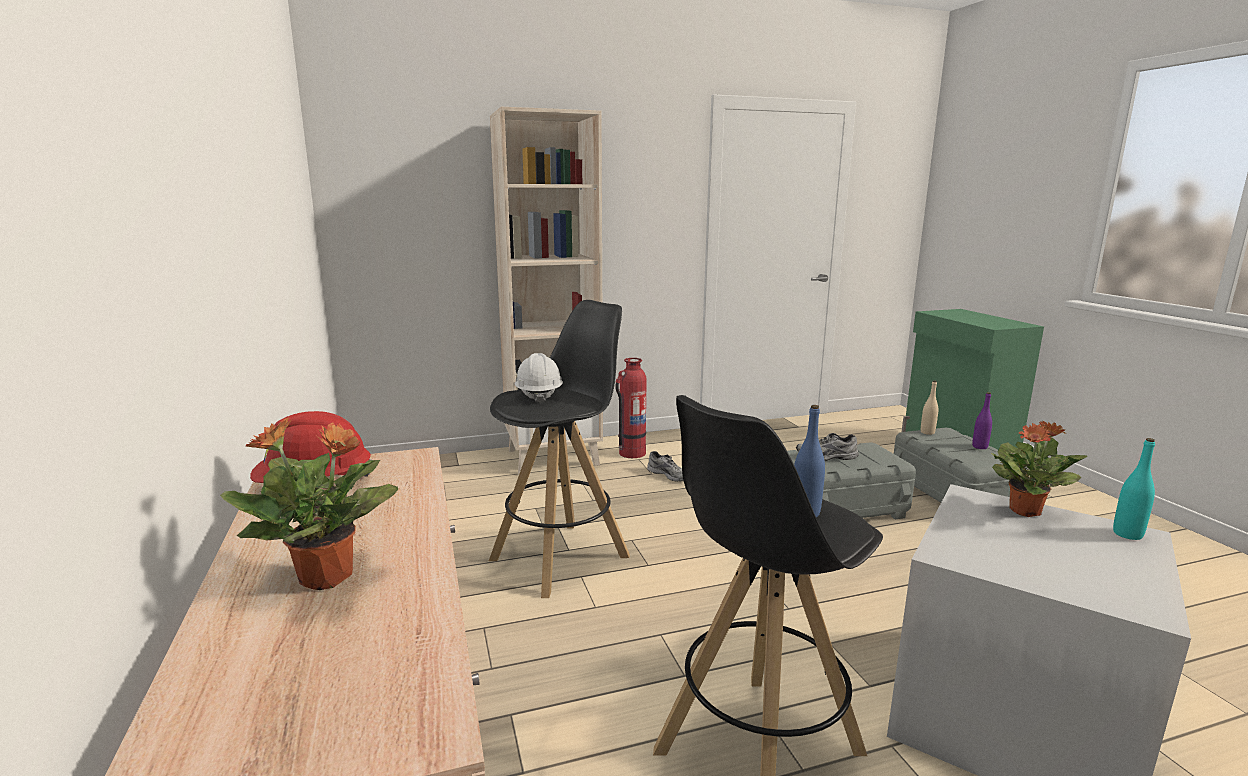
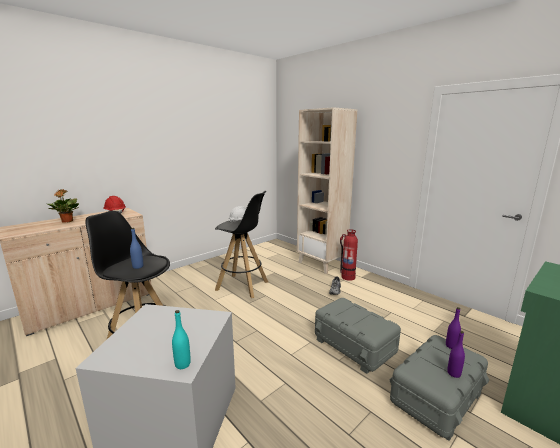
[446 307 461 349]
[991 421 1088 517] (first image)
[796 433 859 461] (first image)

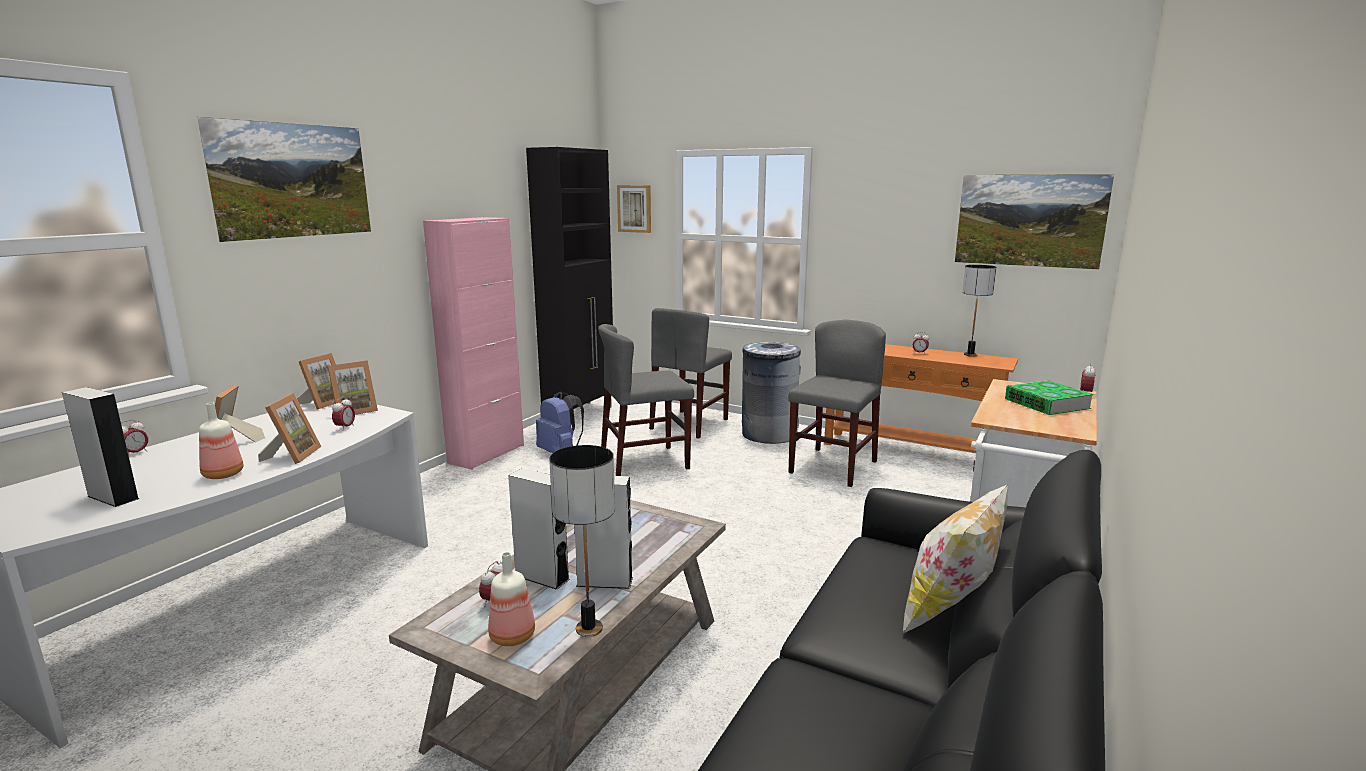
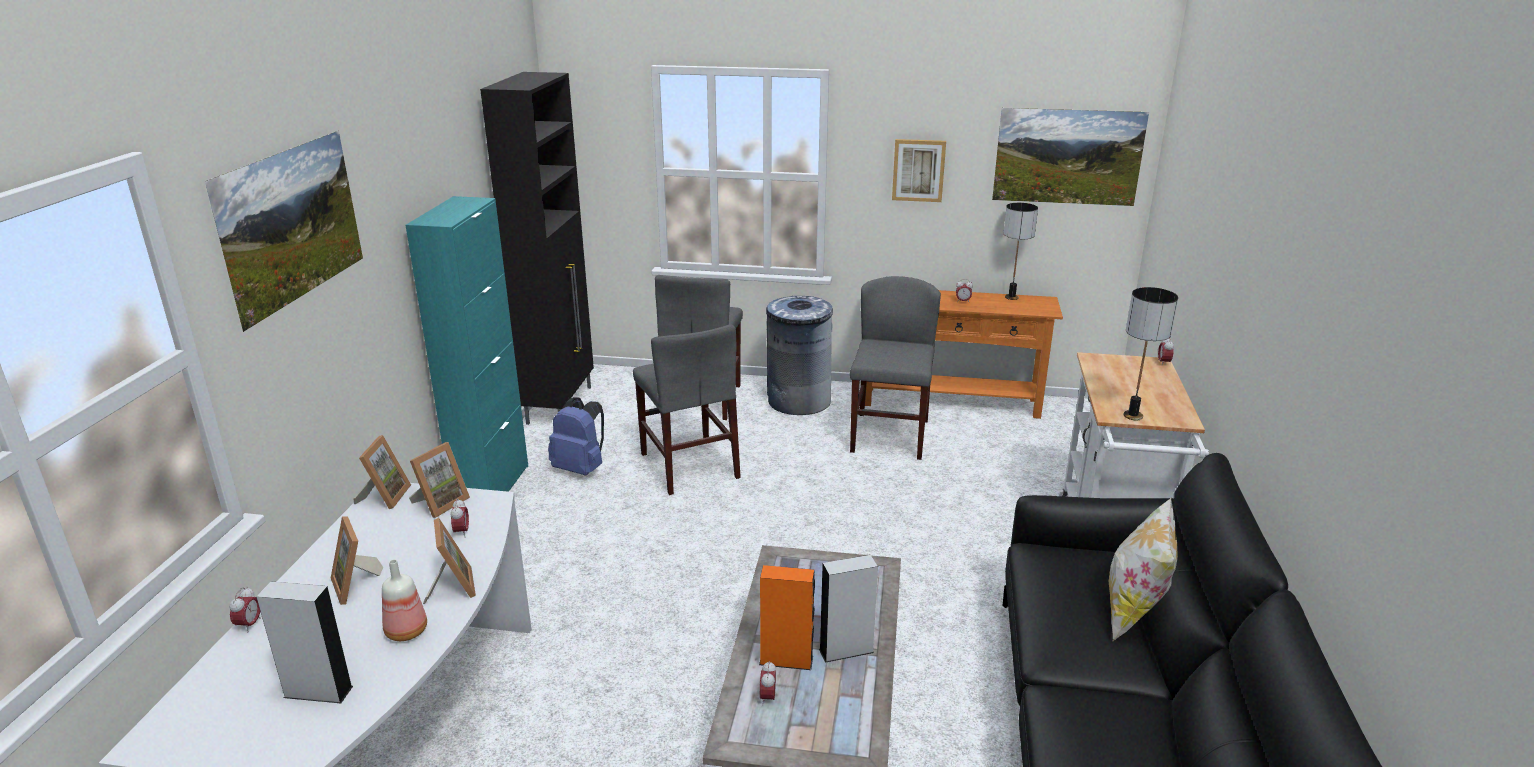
[892 139 946 202]
[406 196 528 492]
[633 324 741 495]
[1005 380 1094 415] (first image)
[1123 287 1178 420]
[759 565 815 670]
[488 552 535 646] (first image)

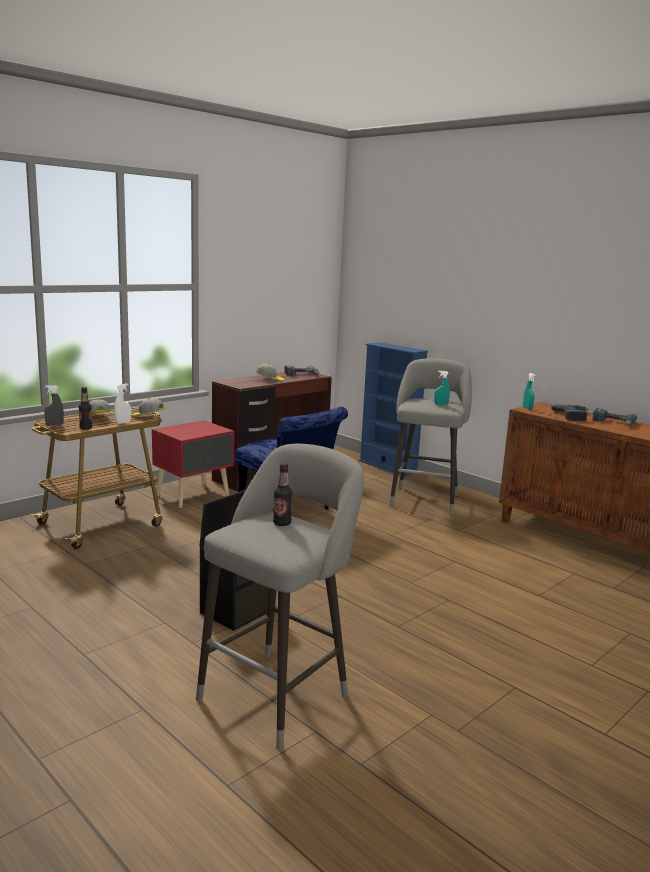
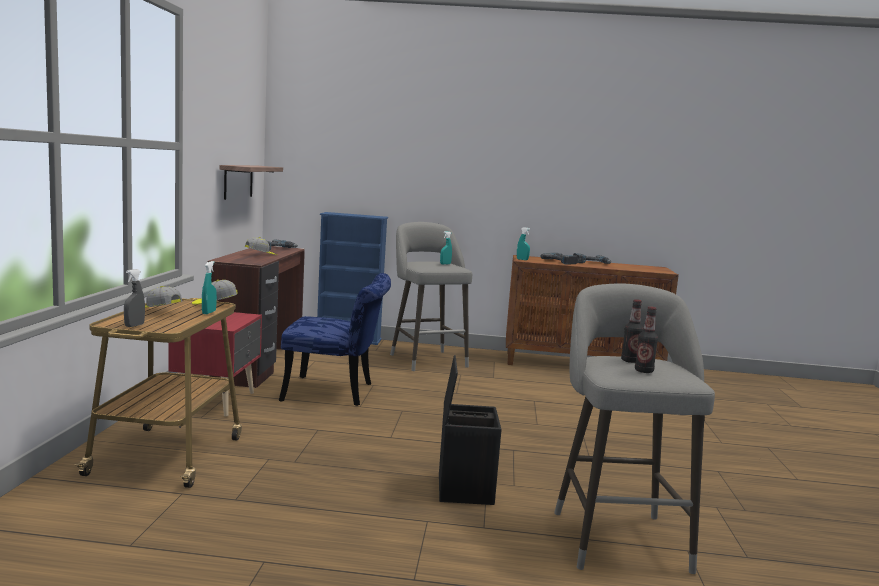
[202 261 217 314]
[635 307 658 373]
[219 165 283 200]

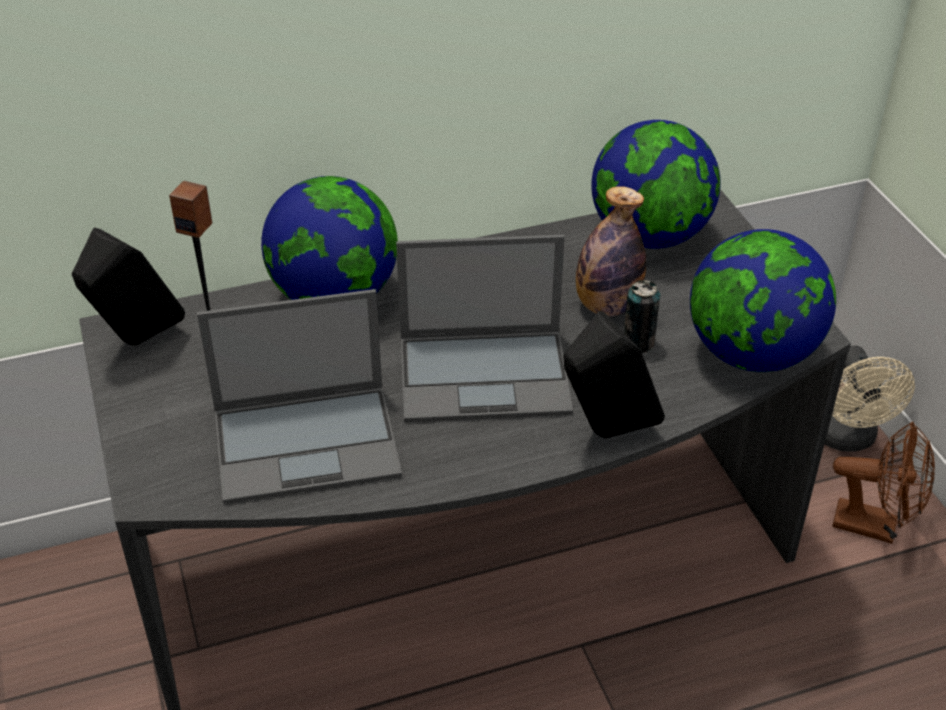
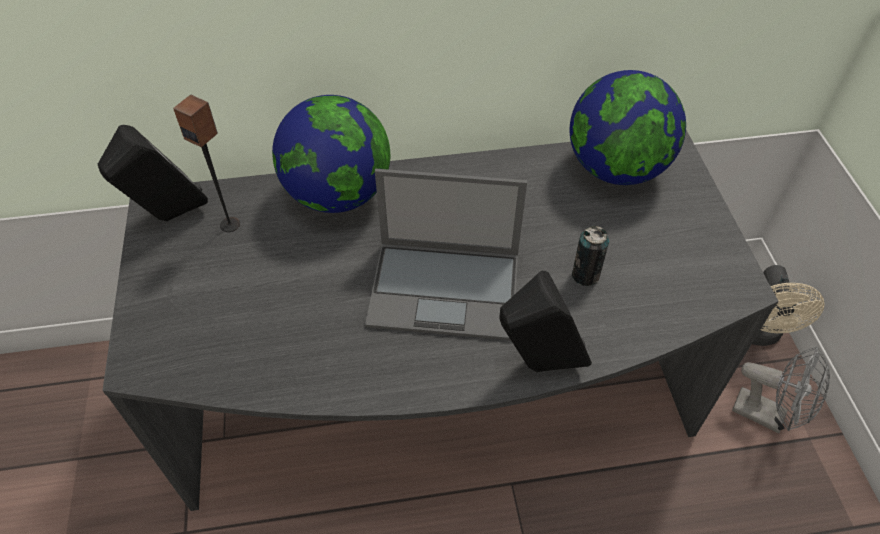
[576 186 646 316] (first image)
[690 229 836 372] (first image)
[197 289 402 504] (first image)
[732 346 830 433]

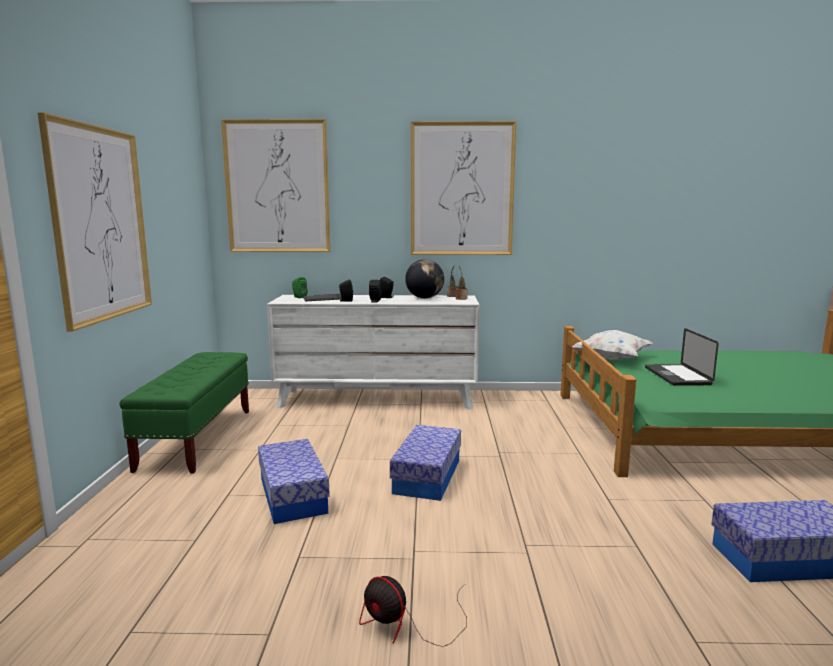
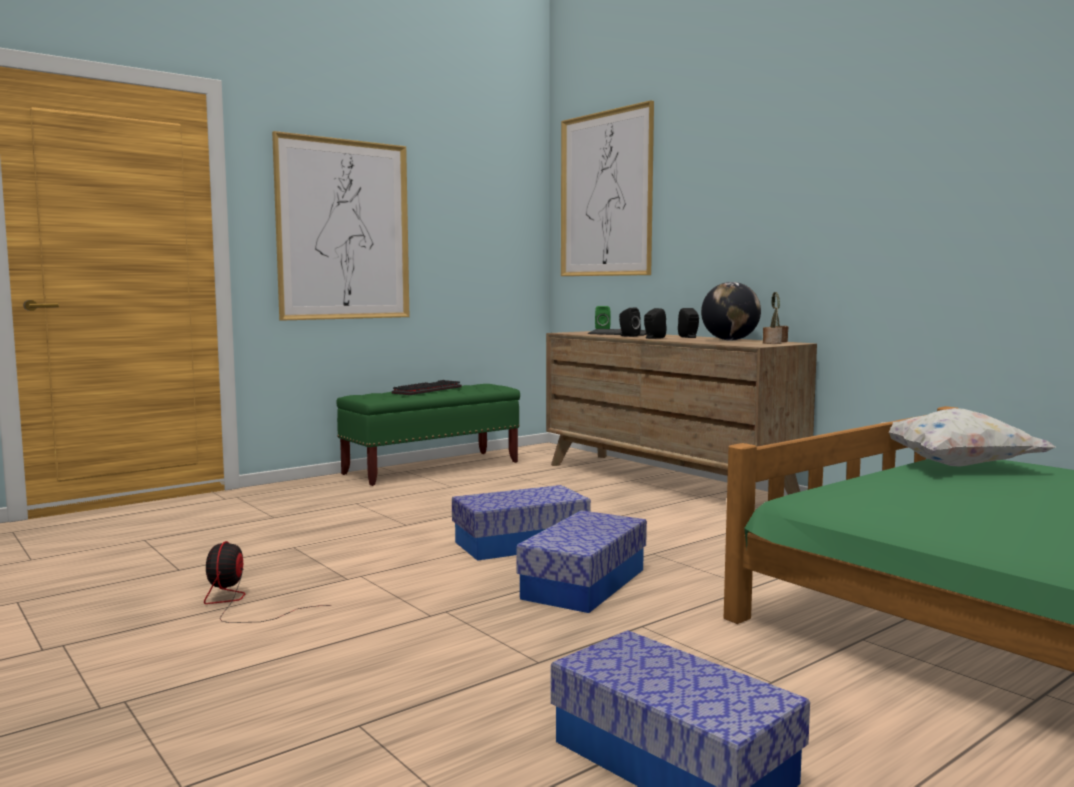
[411 121 517 255] (first image)
[546 331 817 495]
[645 328 719 386] (first image)
[516 510 647 613]
[392 380 461 395]

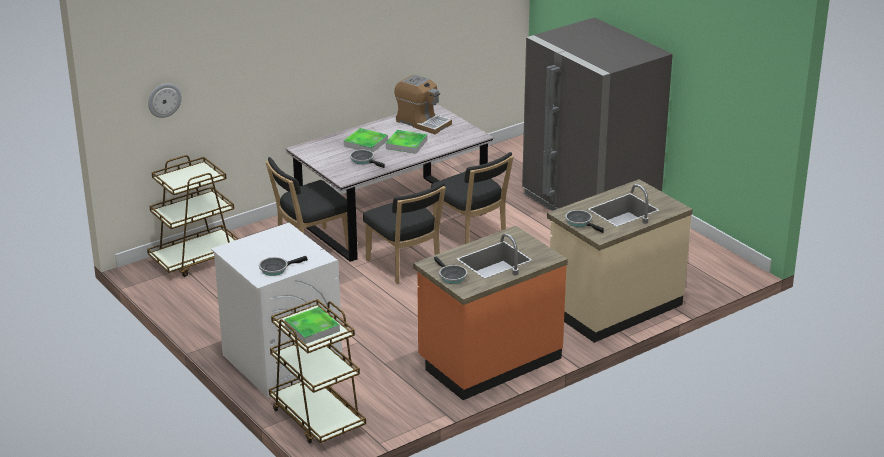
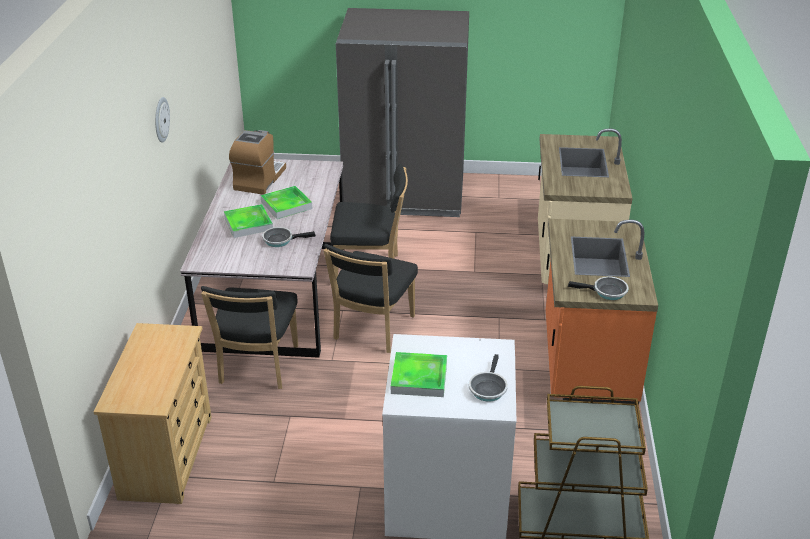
[229 130 286 195]
[155 97 170 143]
[94 323 212 504]
[323 244 418 353]
[565 210 604 233] (first image)
[391 352 447 397]

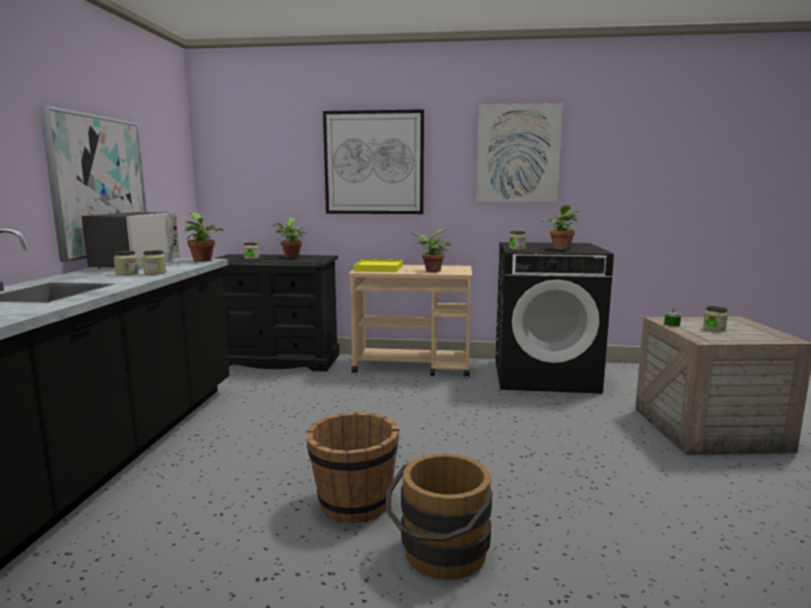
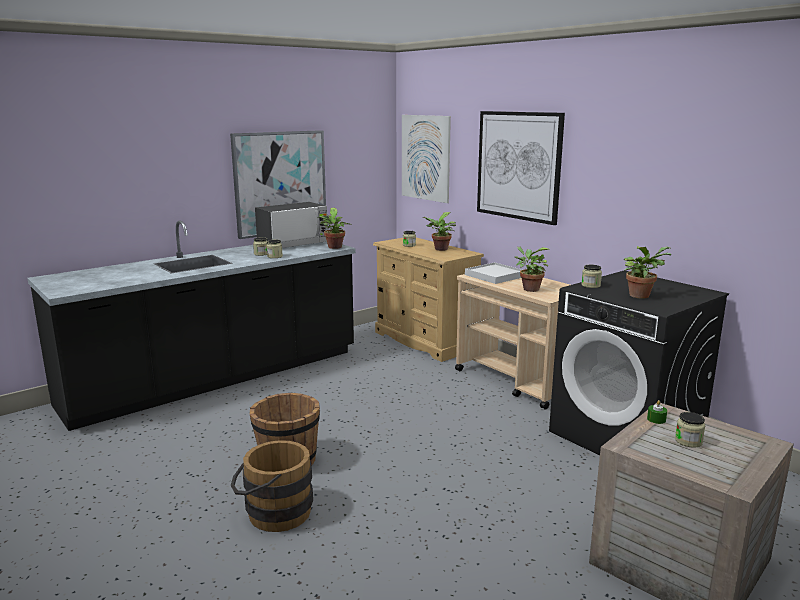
[402 115 451 203]
[373 238 484 362]
[465 262 522 284]

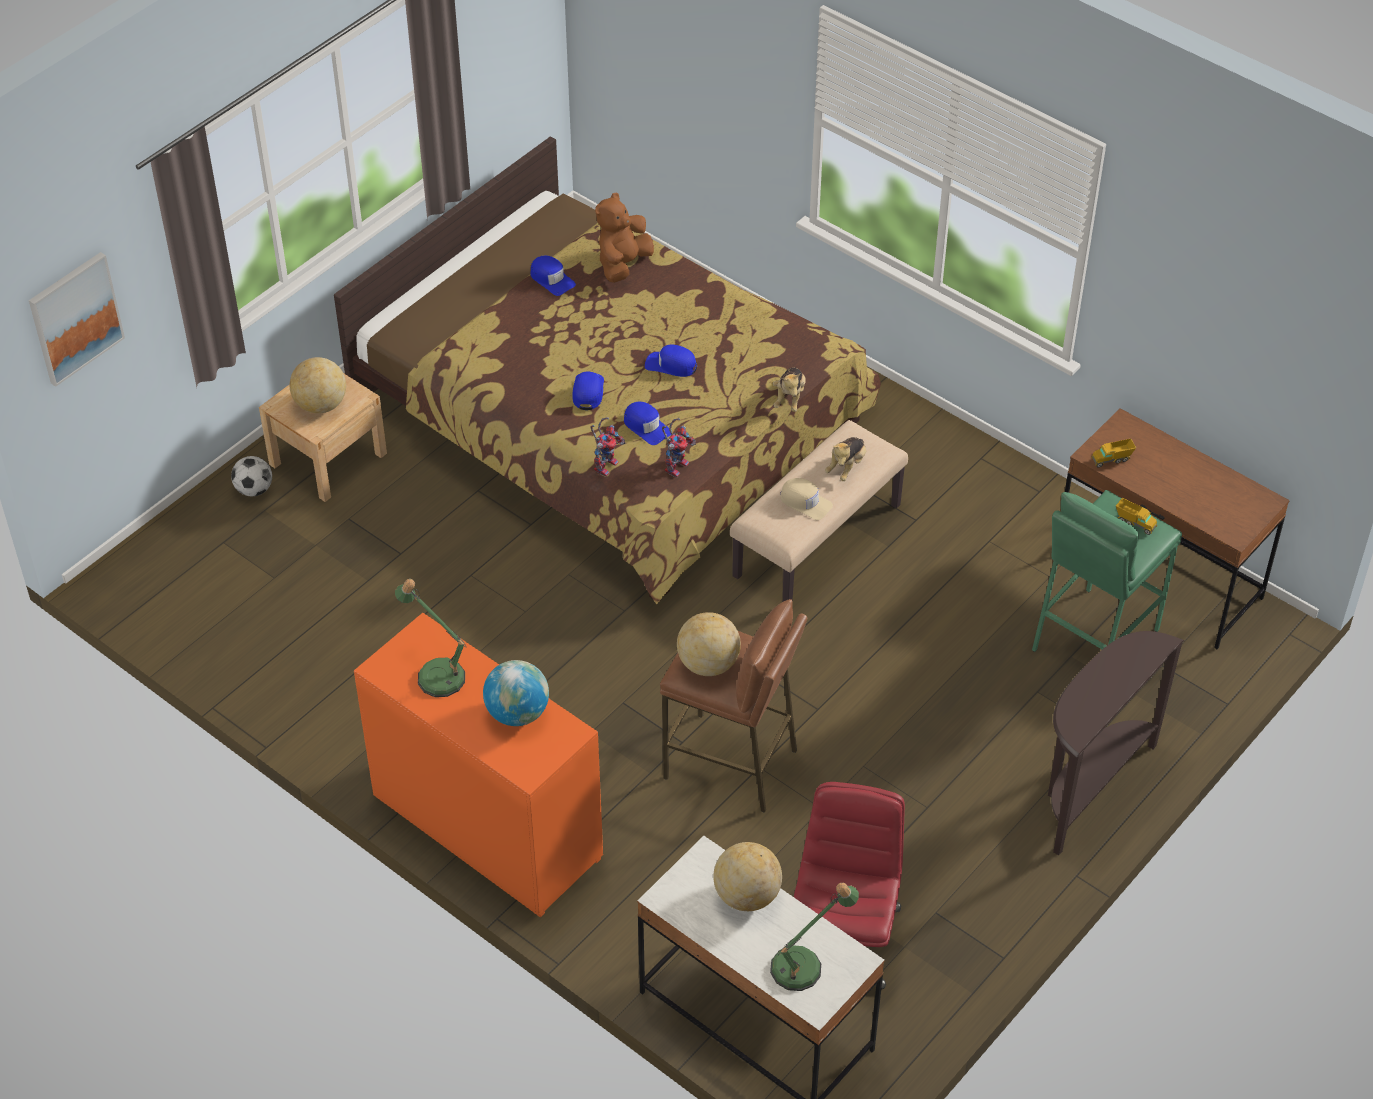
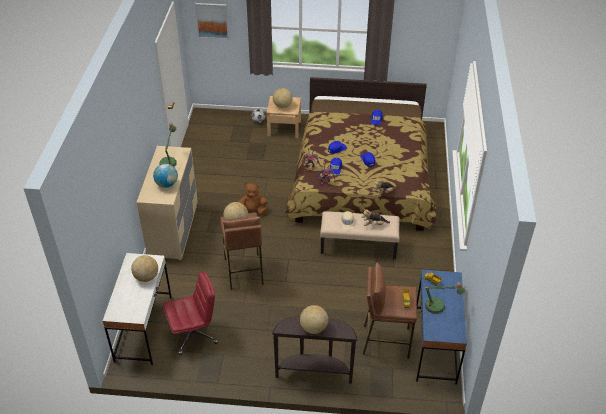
[238 183 268 215]
[416 270 467 385]
[363 263 417 359]
[137 146 198 260]
[425 282 466 314]
[300 305 328 334]

